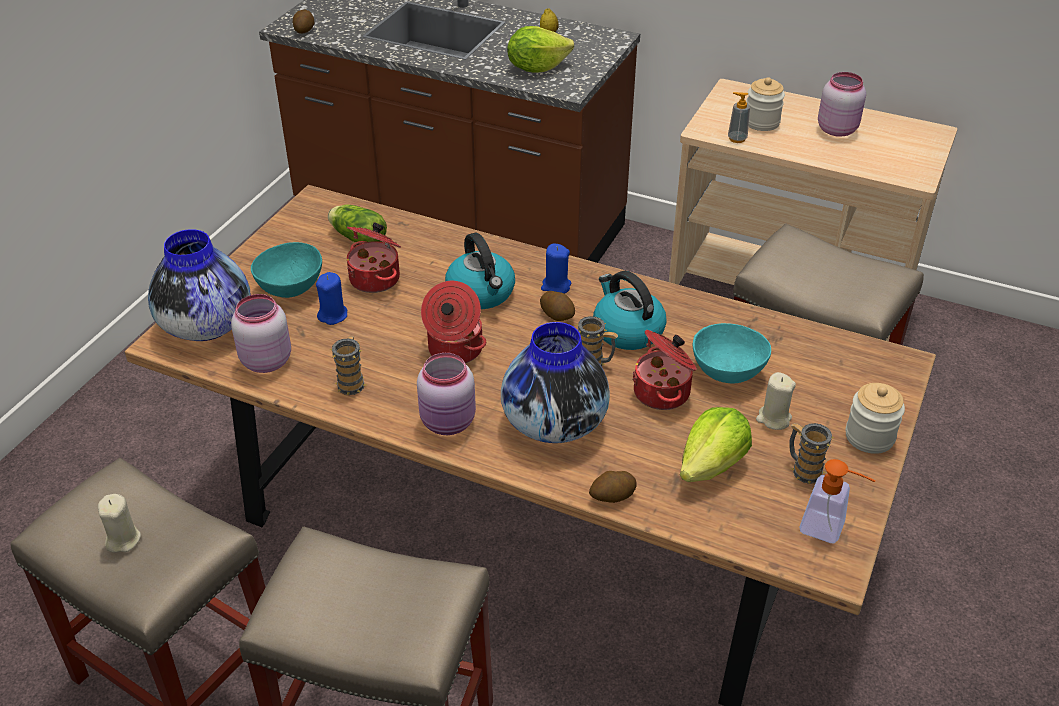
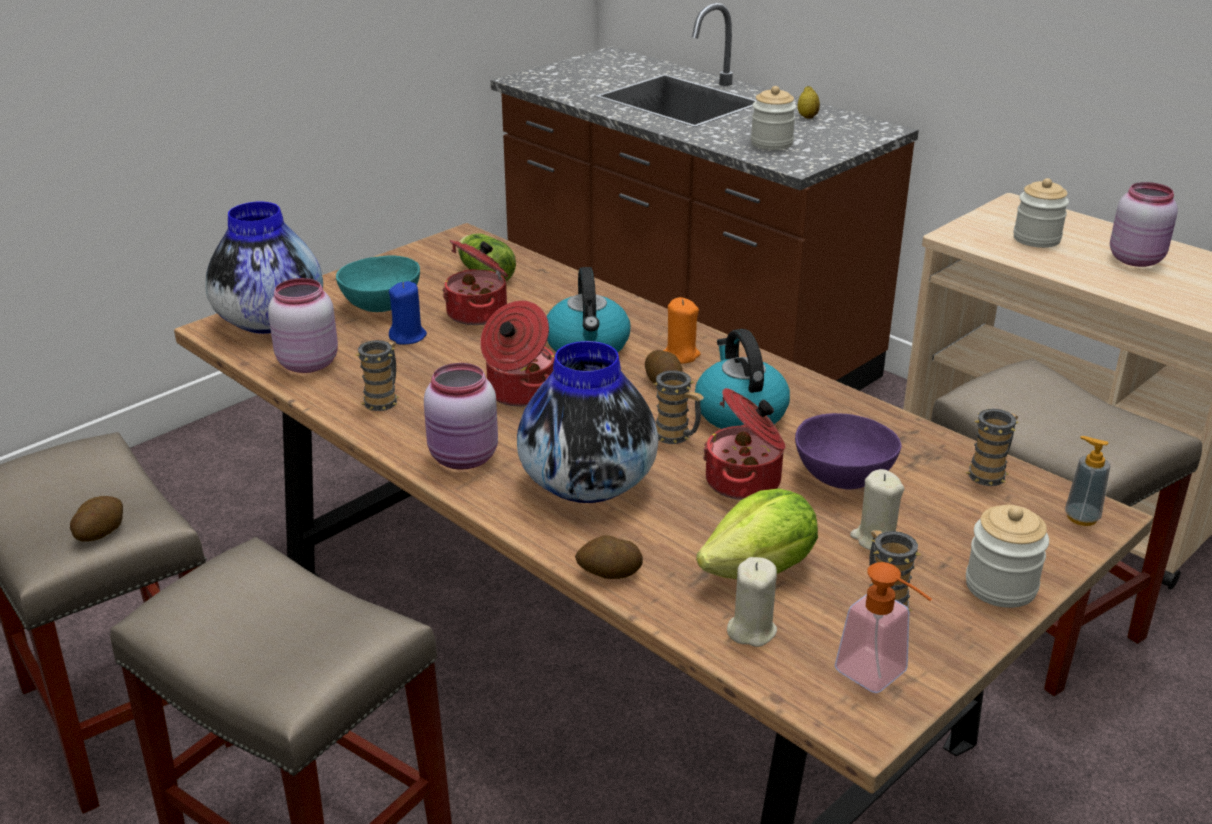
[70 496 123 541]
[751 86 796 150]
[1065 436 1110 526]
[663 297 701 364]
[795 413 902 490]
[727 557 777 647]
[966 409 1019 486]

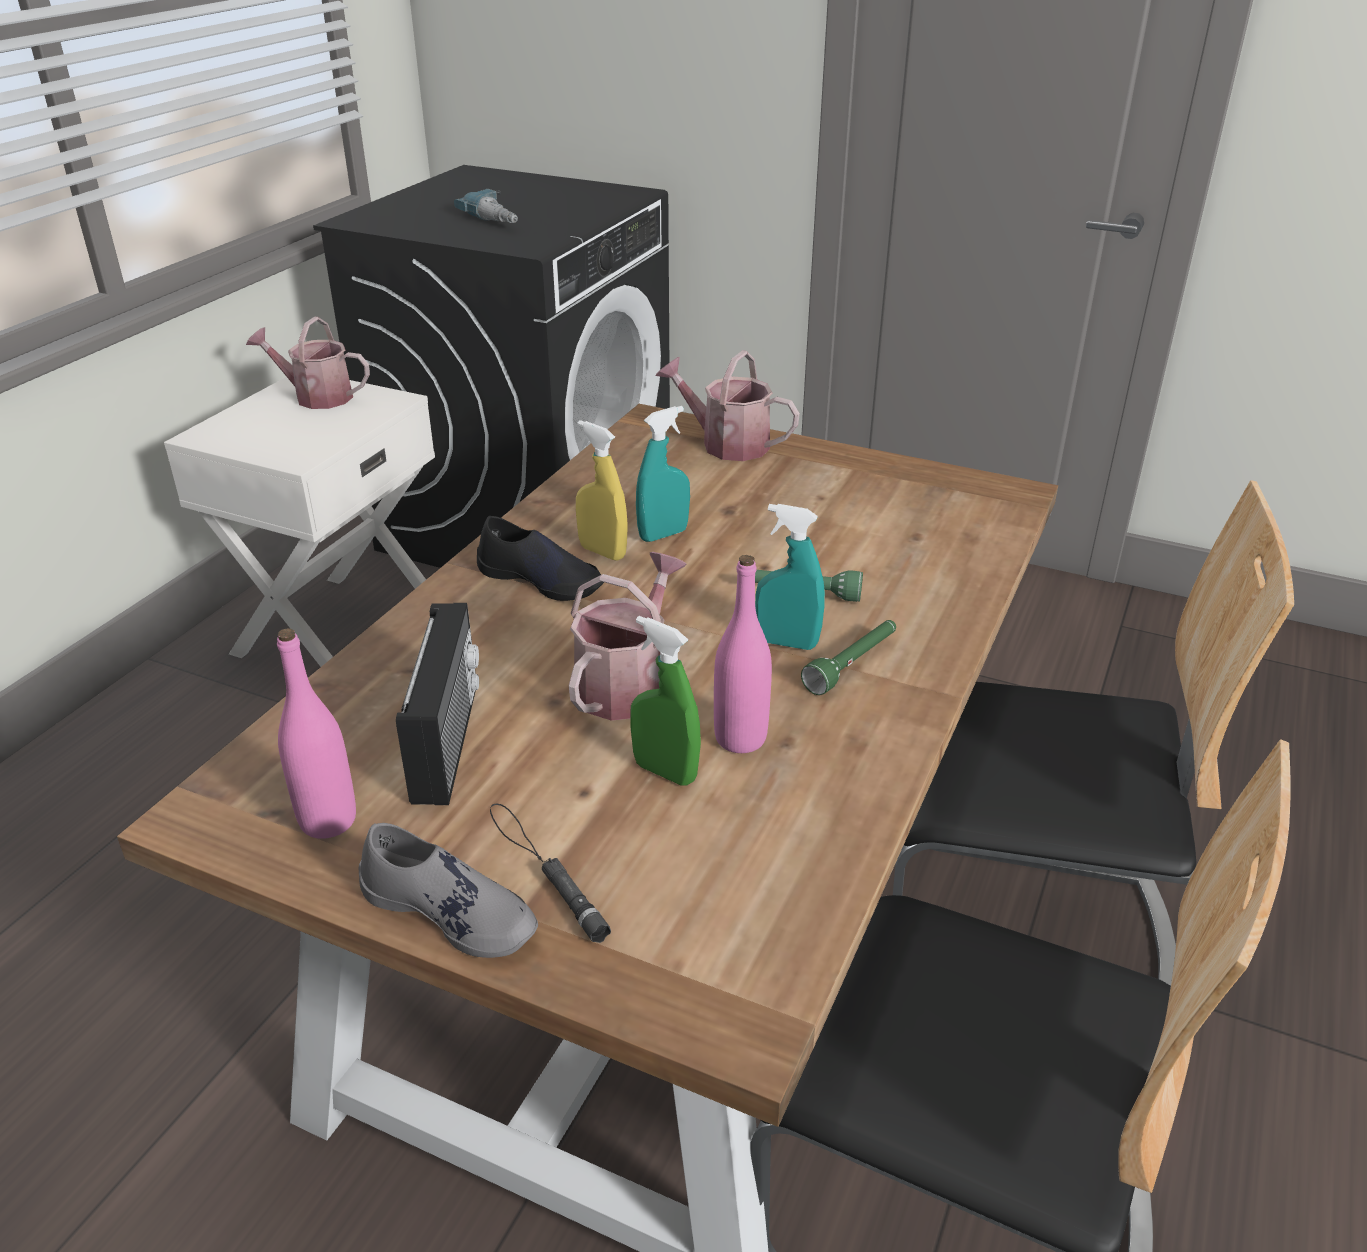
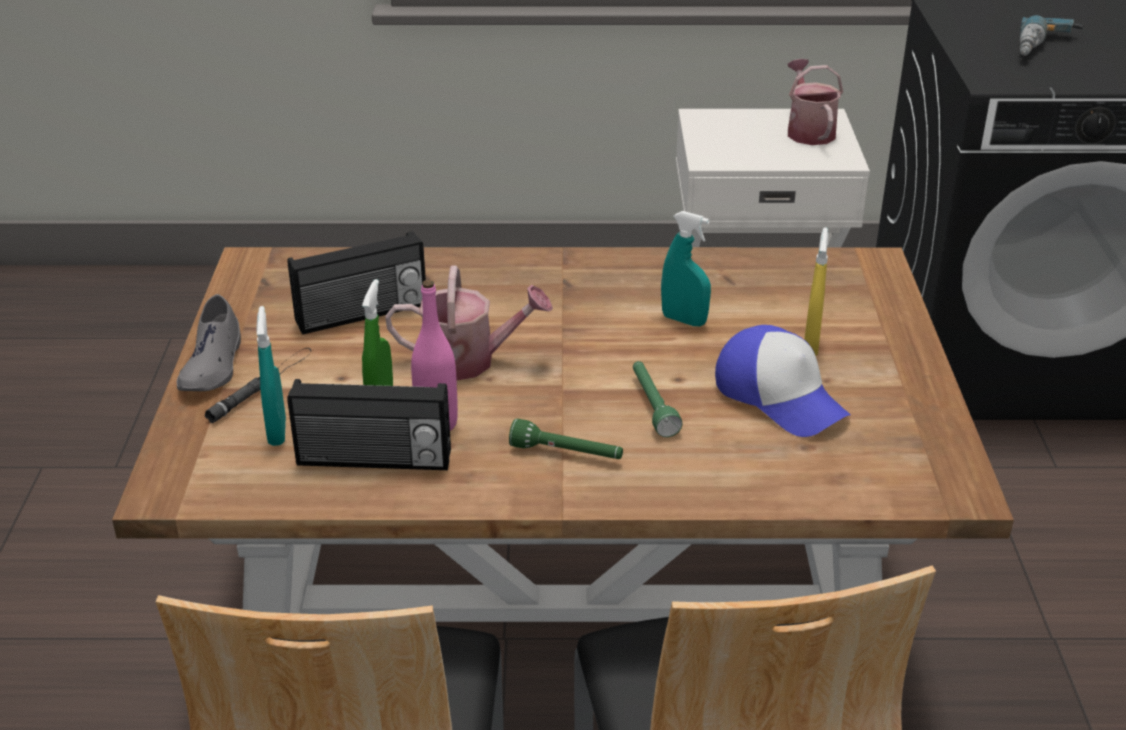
[656 350 800 461] (first image)
[804 227 829 356]
[256 306 286 446]
[477 516 604 601] (first image)
[277 628 356 839] (first image)
[715 325 851 437]
[287 379 451 470]

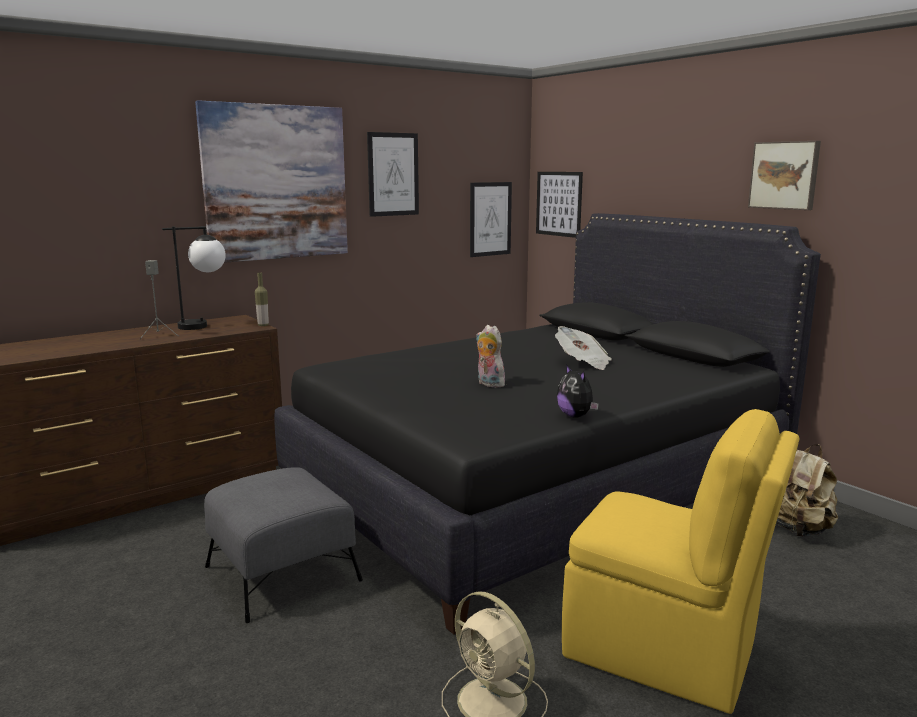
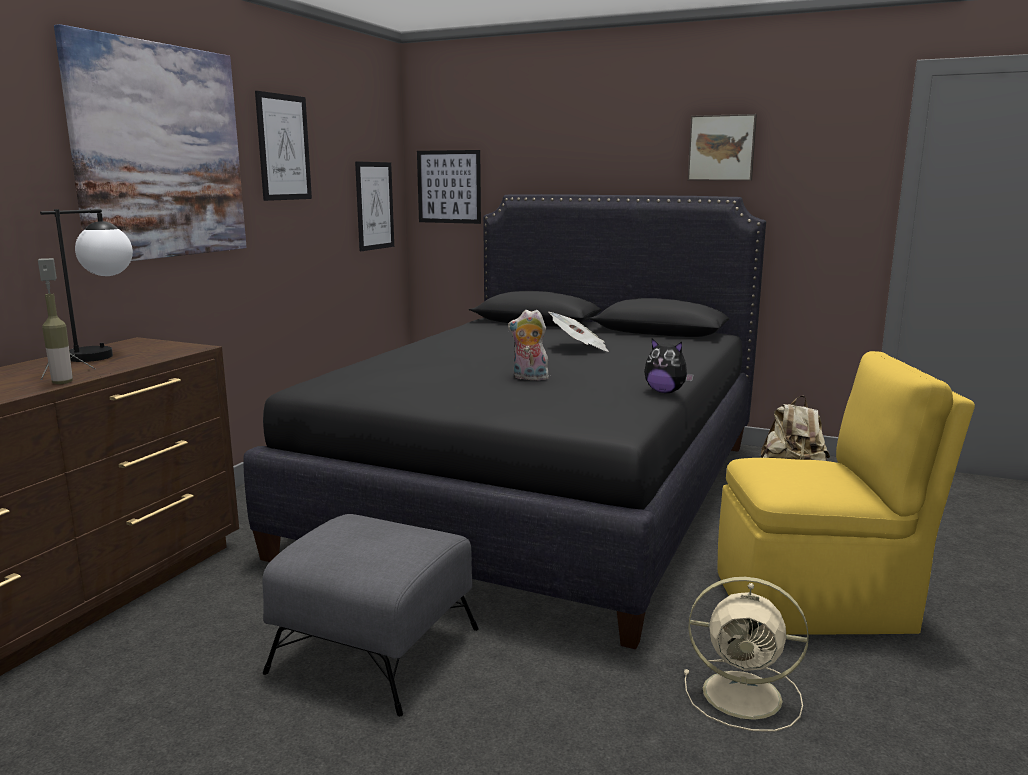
[42 294 73 384]

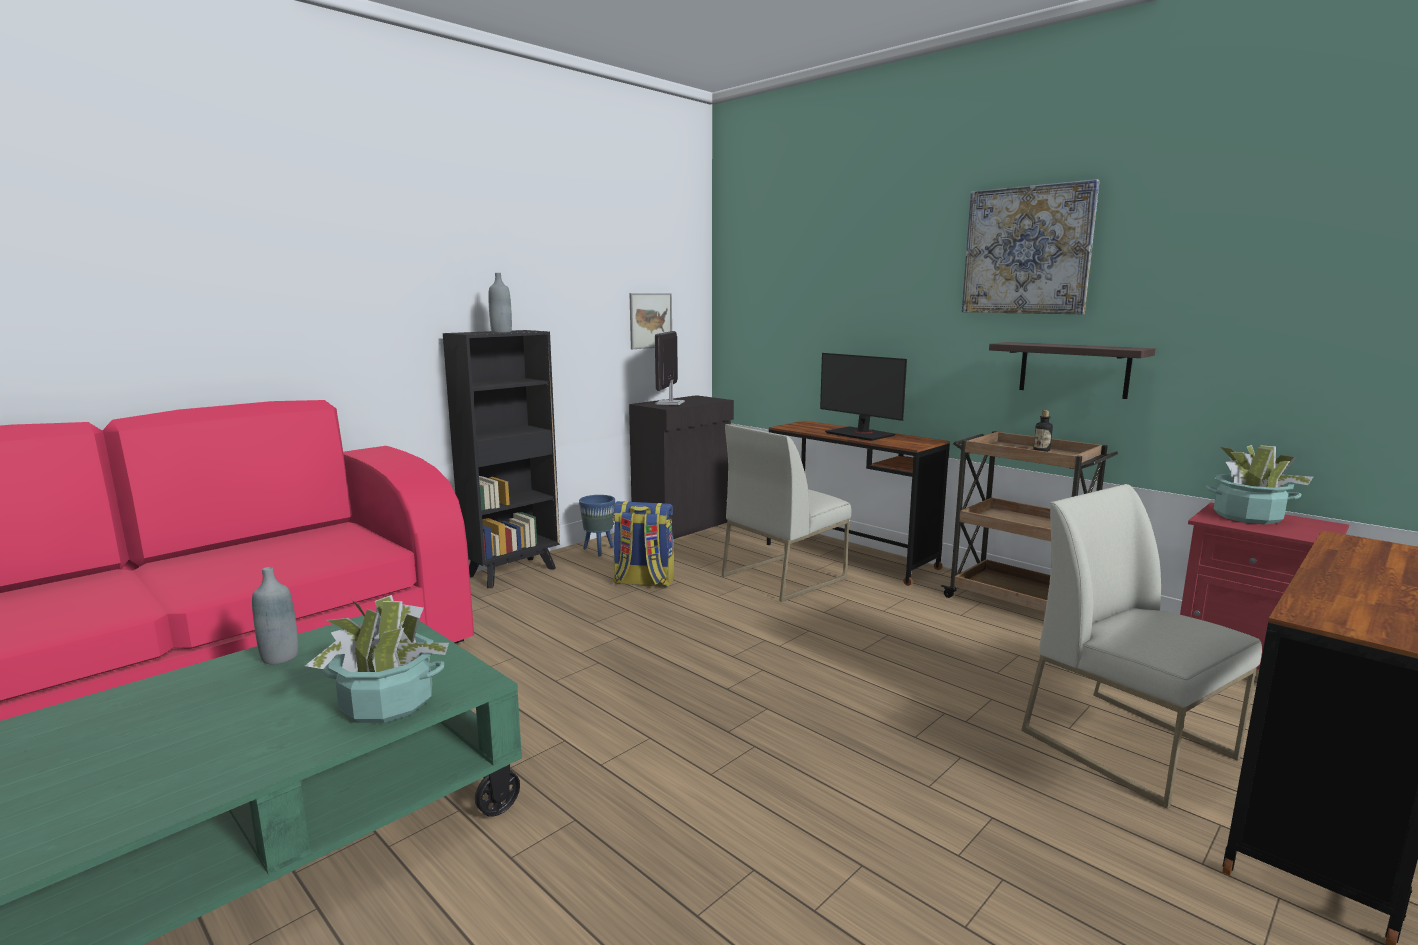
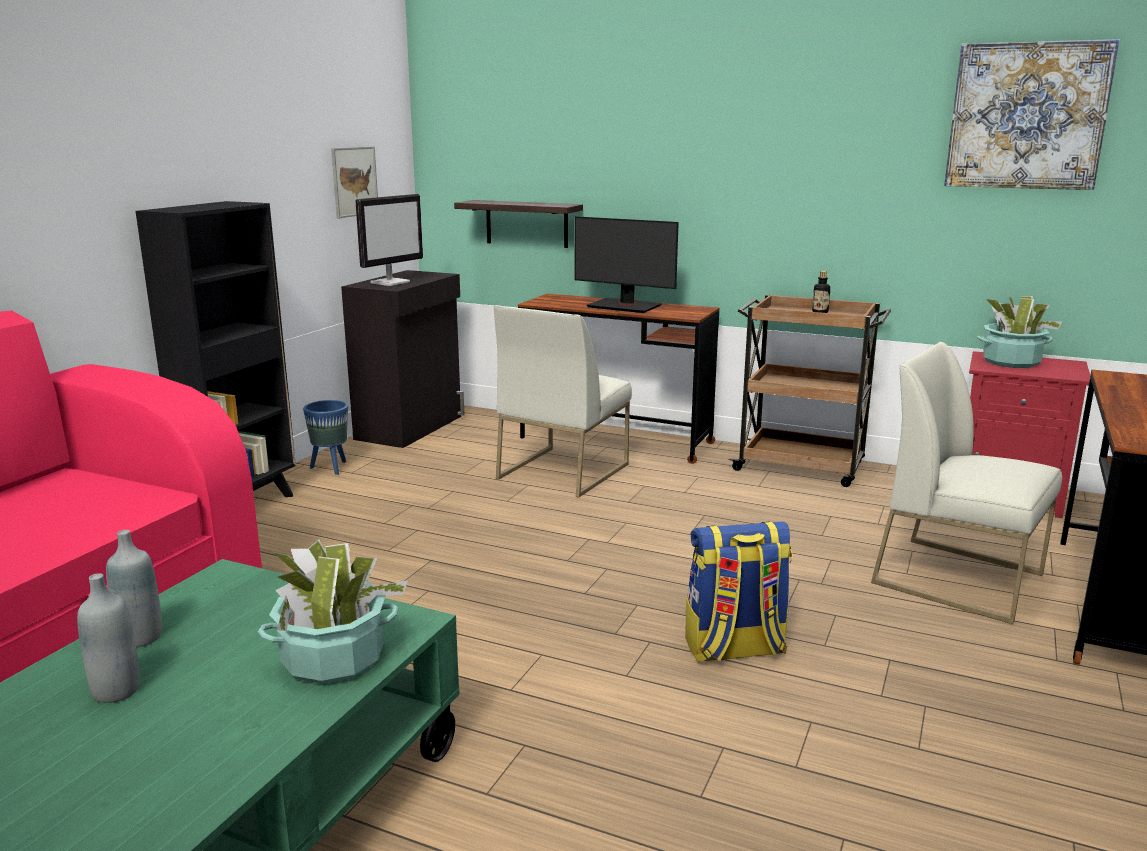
[944 39 1120 190]
[77 573 140 703]
[355 194 423 286]
[454 200 583 248]
[686 521 792 662]

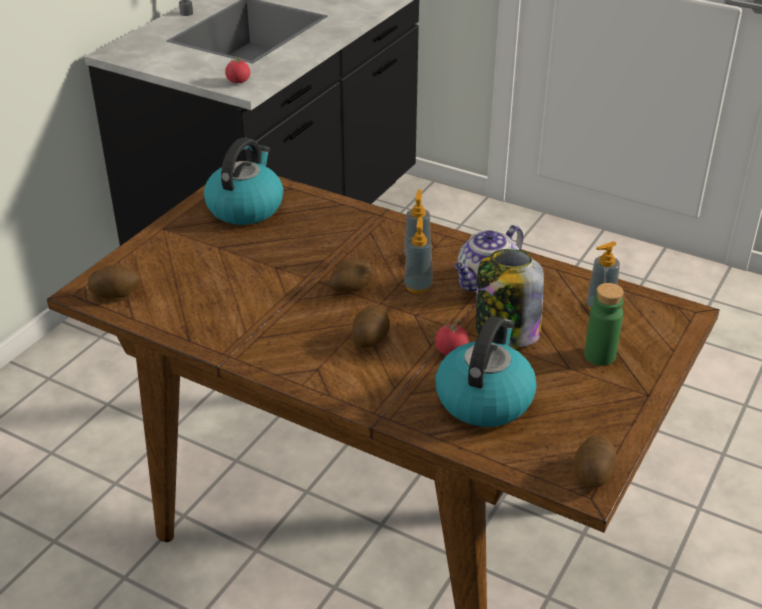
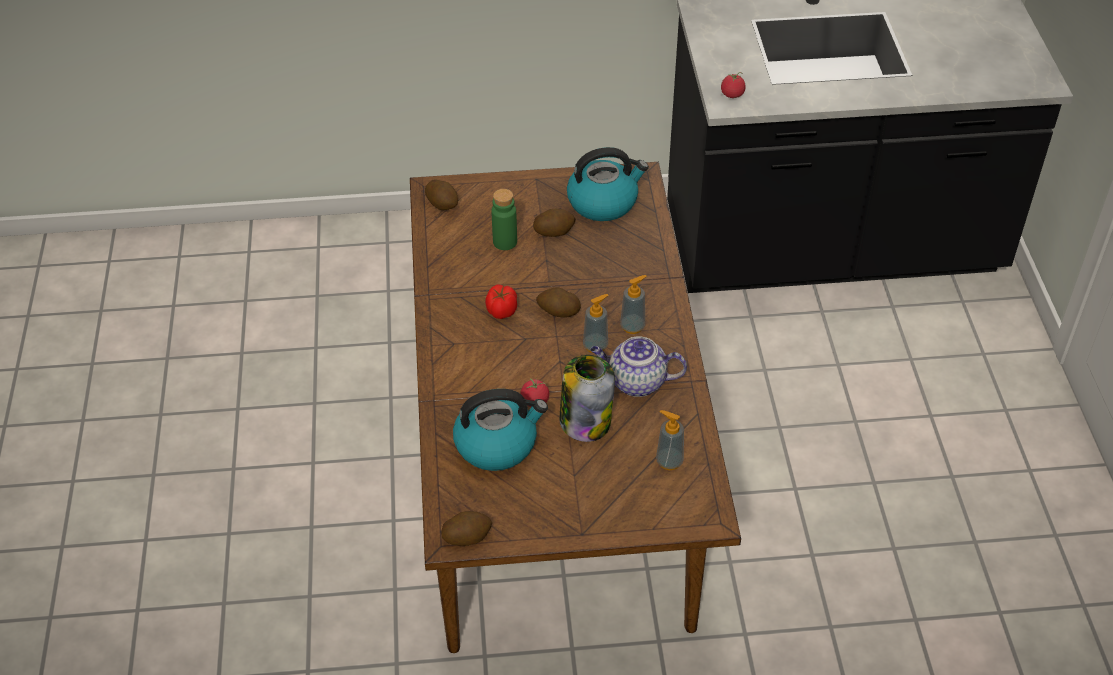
[492 189 517 250]
[533 209 576 237]
[485 285 517 319]

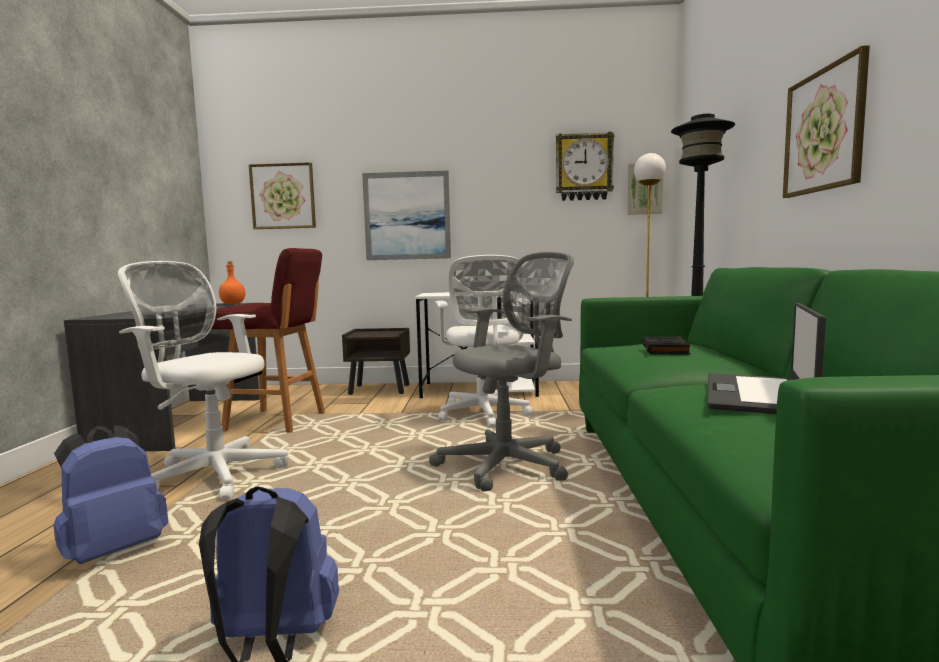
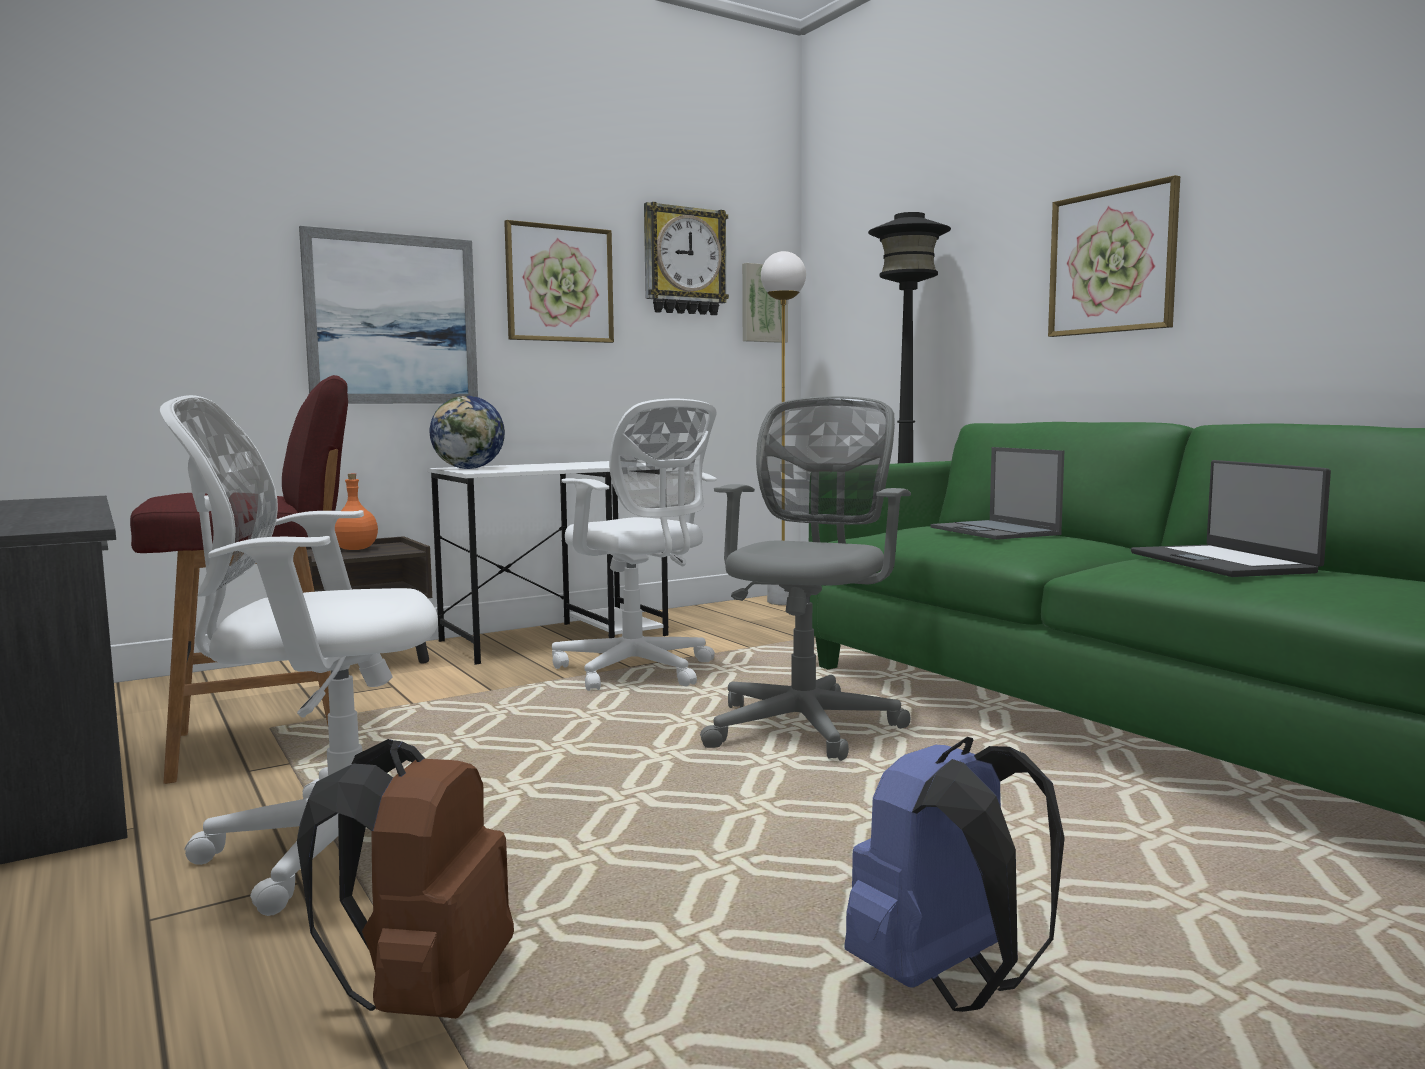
[504 220 614 343]
[335 473 378 550]
[931 447 1064 540]
[297 739 514 1019]
[430 396 505 469]

